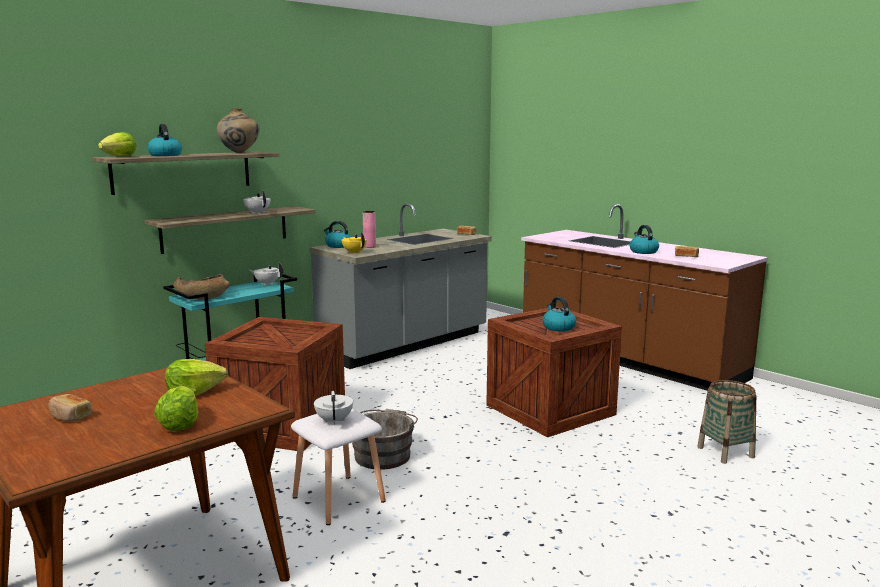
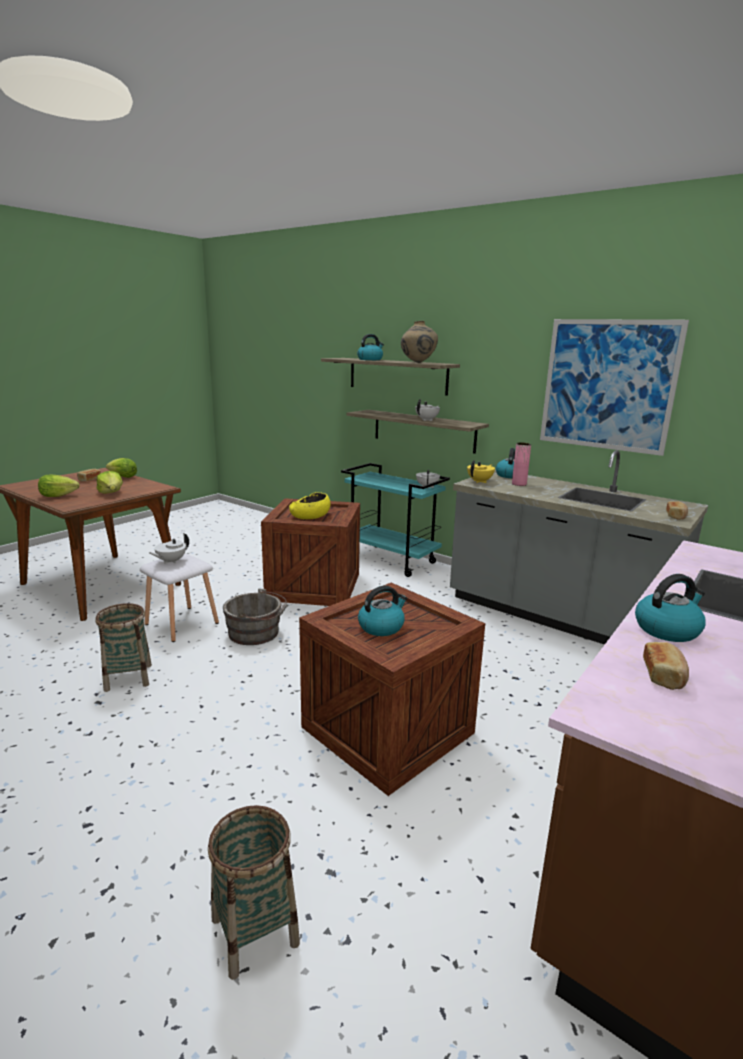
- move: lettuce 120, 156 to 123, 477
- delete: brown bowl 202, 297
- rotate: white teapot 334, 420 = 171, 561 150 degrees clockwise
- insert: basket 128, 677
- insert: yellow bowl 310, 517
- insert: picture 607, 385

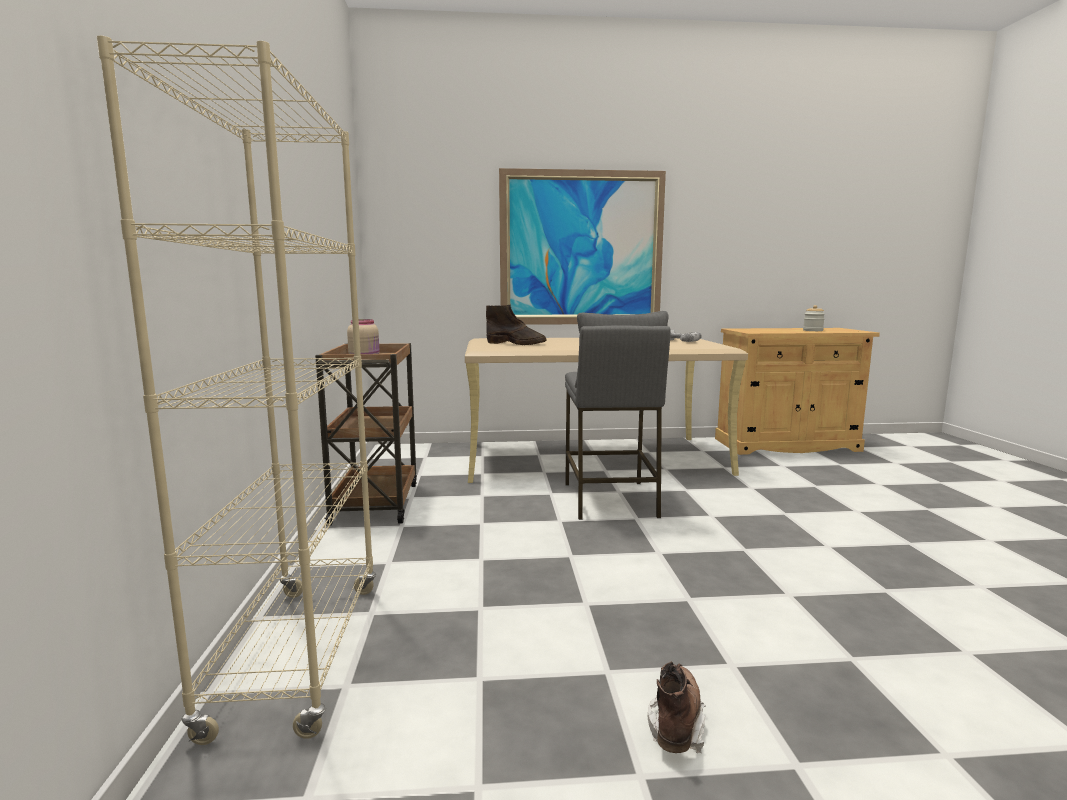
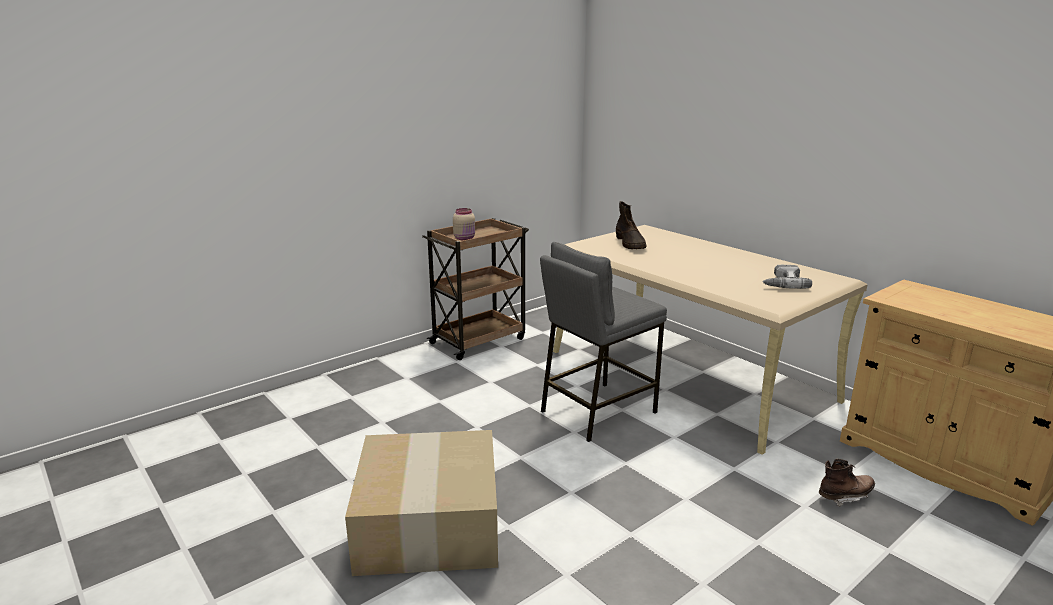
- delete: beige bookcase 299, 653
- delete: picture 581, 248
- move: brown boot 676, 724 to 845, 496
- delete: jar 813, 330
- insert: cardboard box 427, 522

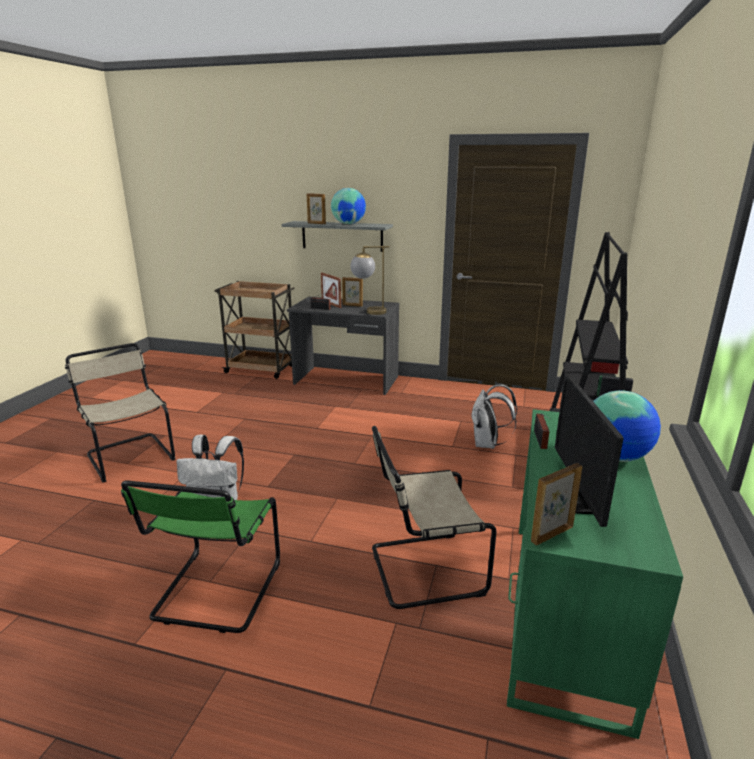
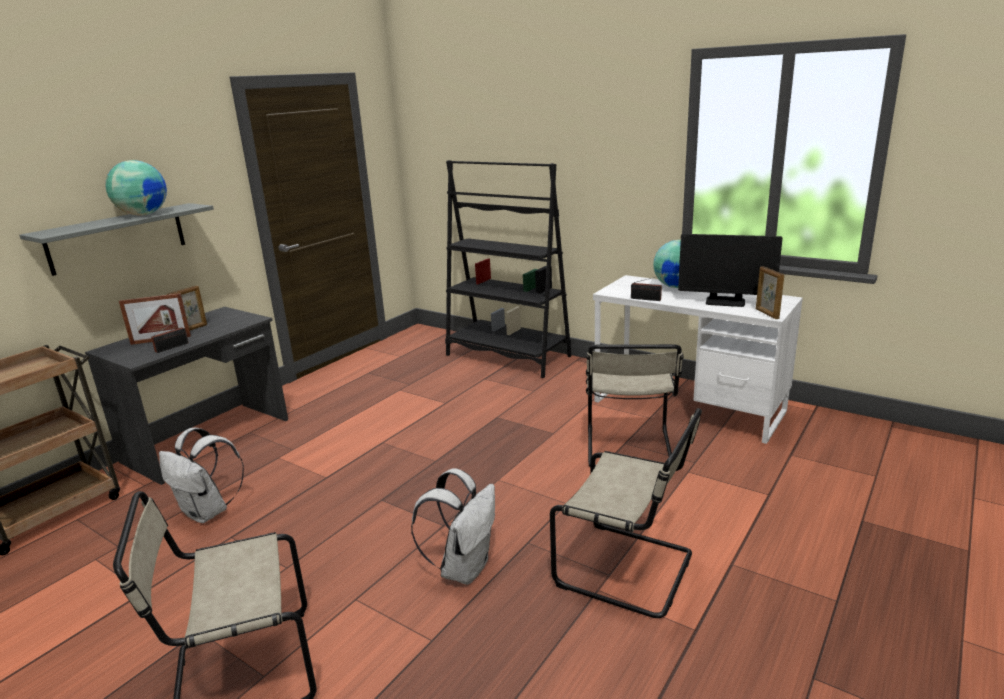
- recolor: green chair 216, 593 to beige chair 629, 570
- delete: picture frame 316, 223
- delete: table lamp 368, 312
- move: white backpack 488, 444 to 208, 512
- recolor: green desk 565, 612 to white desk 688, 406

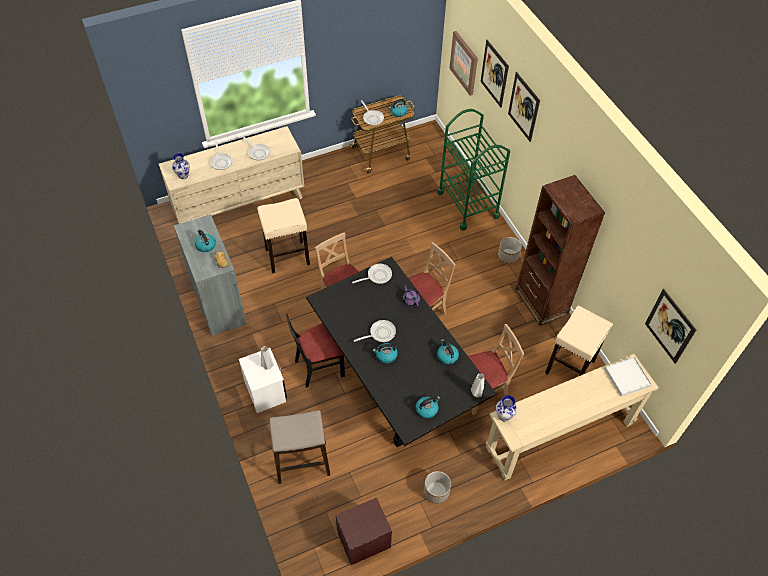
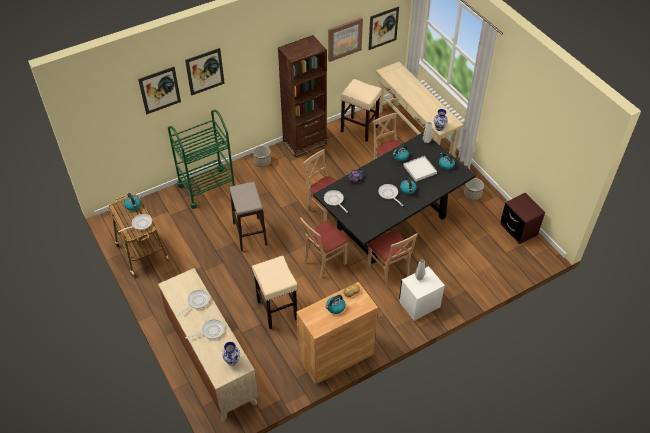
- recolor: grey cabinet 218, 302 to brown cabinet 336, 356
- move: stool 302, 462 to 249, 234
- recolor: black chair 319, 367 to beige chair 389, 271
- move: picture 464, 63 to 344, 39
- move: white tray 626, 377 to 419, 170

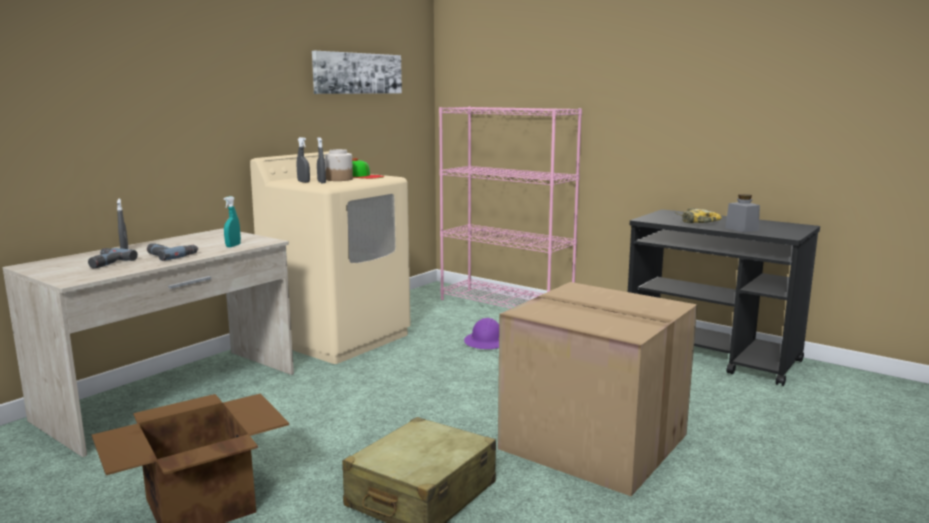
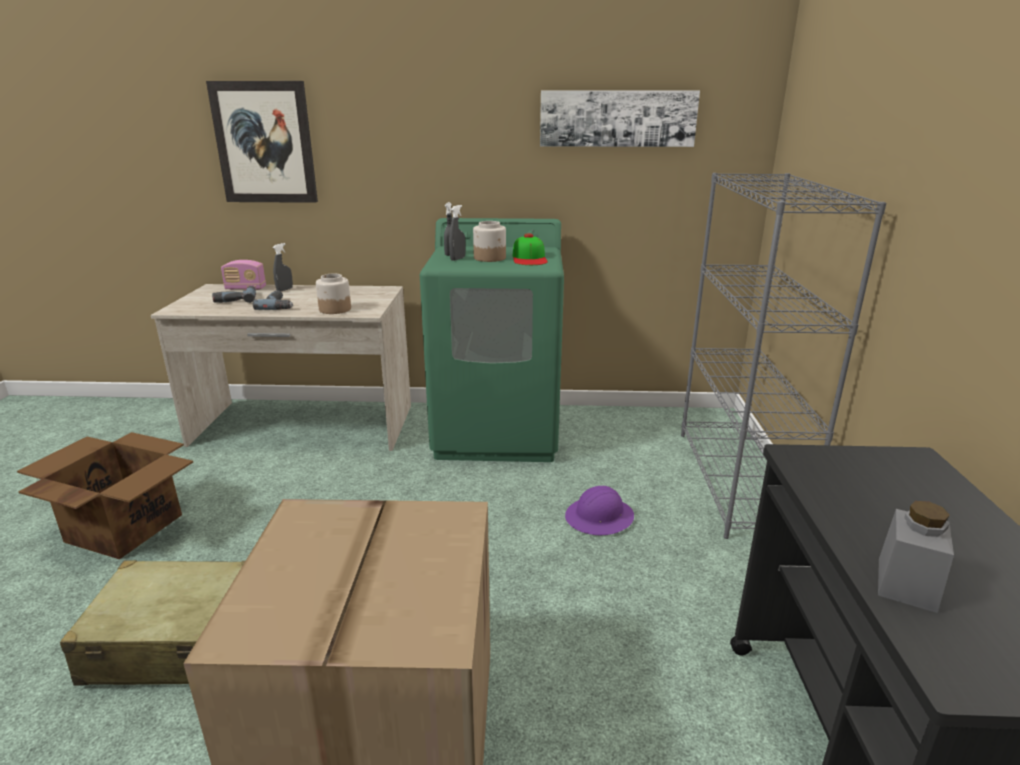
- replace: turquoise spray bottle 233, 246 to jar 334, 309
- recolor: beige washing machine 338, 337 to green washing machine 498, 431
- recolor: pink bookcase 506, 305 to grey bookcase 737, 481
- delete: power drill 694, 221
- insert: picture 264, 143
- insert: radio 245, 288

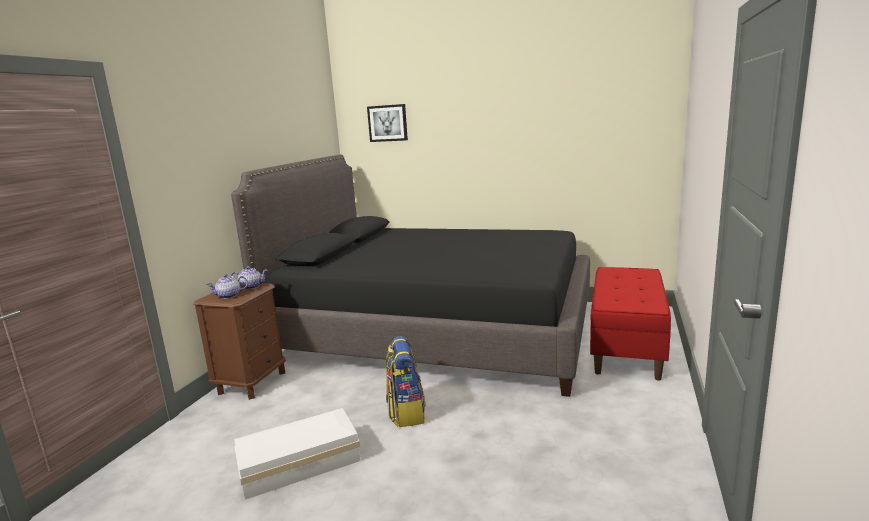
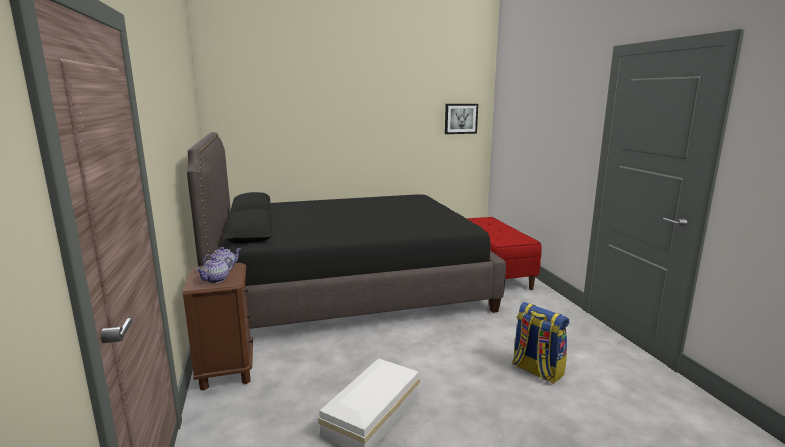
- move: picture 387, 123 to 460, 118
- move: backpack 406, 412 to 536, 370

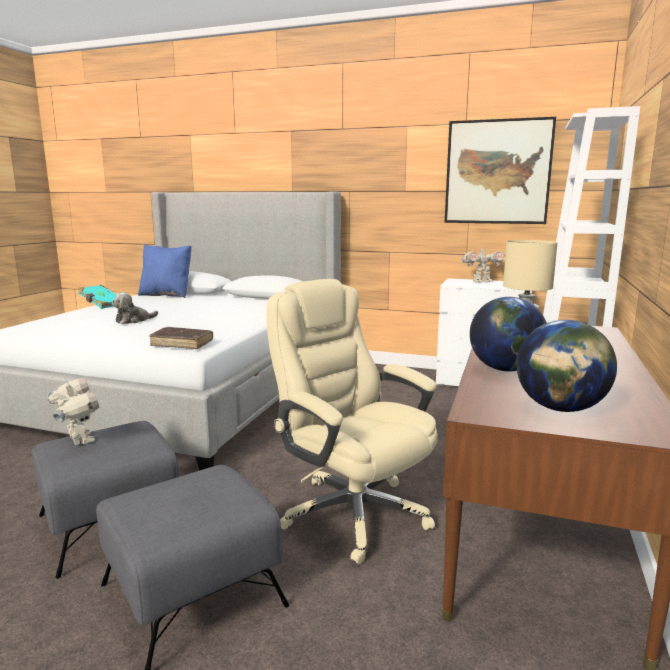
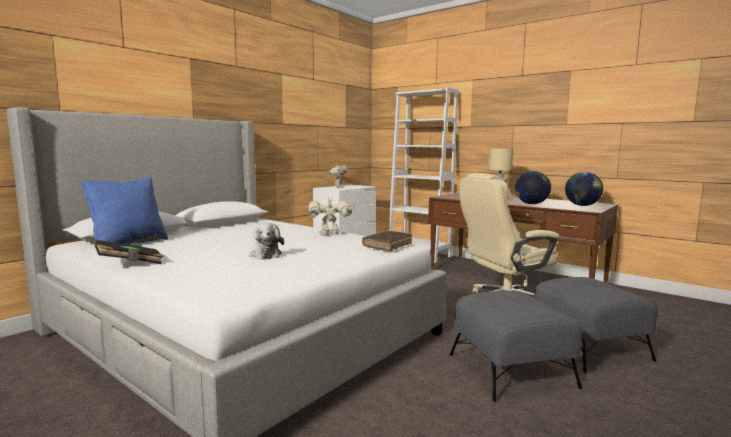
- move: toy robot 78, 440 to 329, 234
- recolor: turquoise book 101, 305 to black book 130, 264
- delete: picture 497, 172

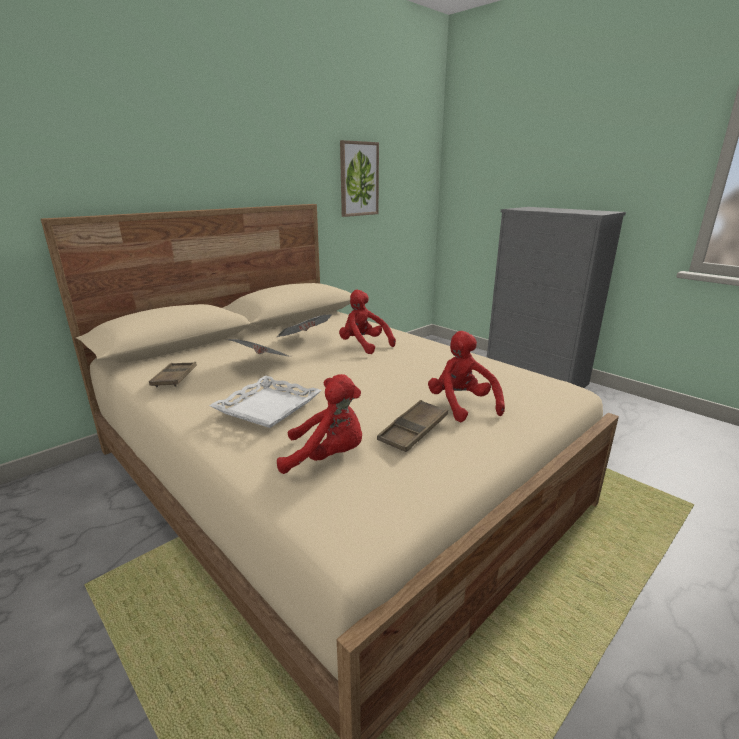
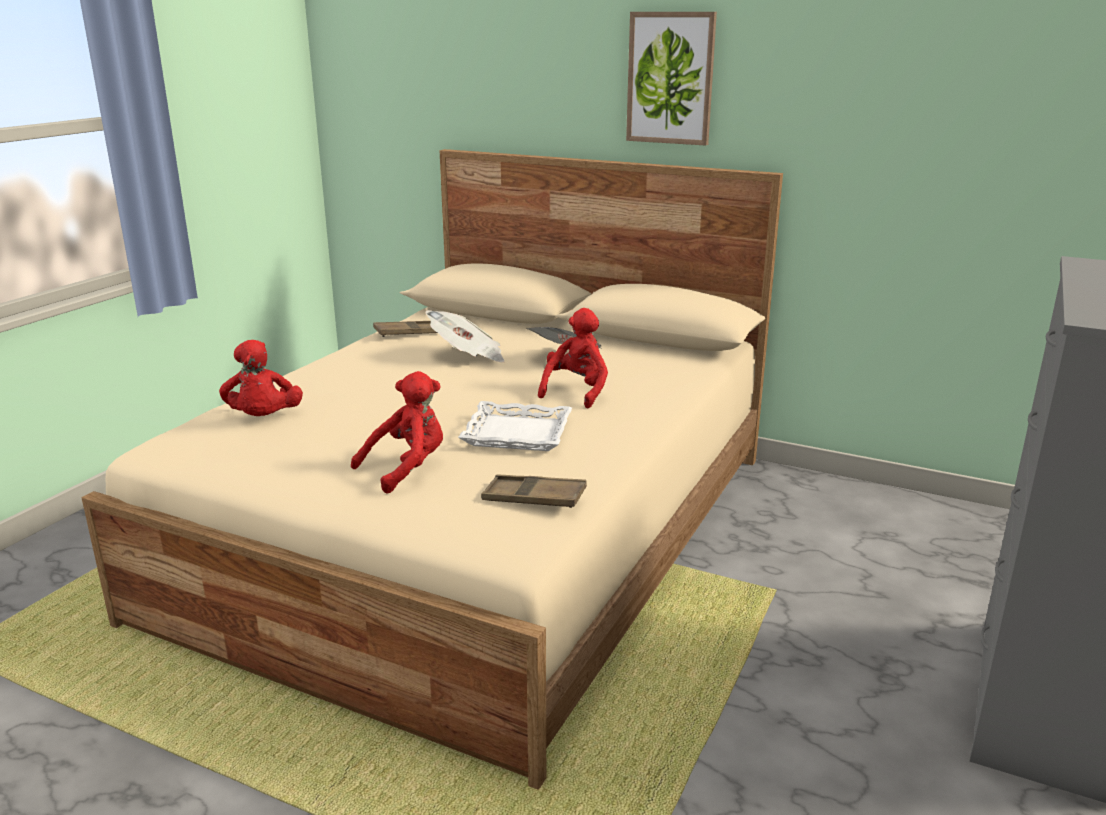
- move: white tray 267, 407 to 517, 433
- move: picture 358, 179 to 670, 78
- move: brown tray 413, 430 to 534, 498

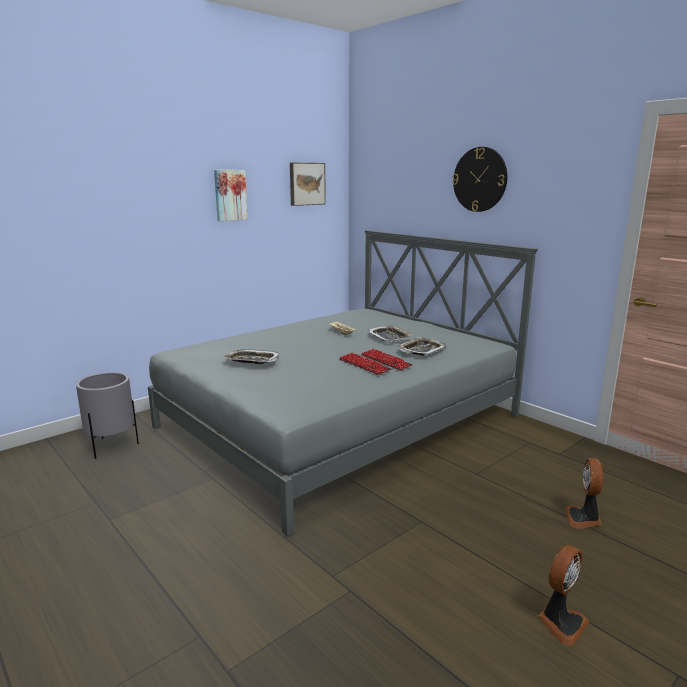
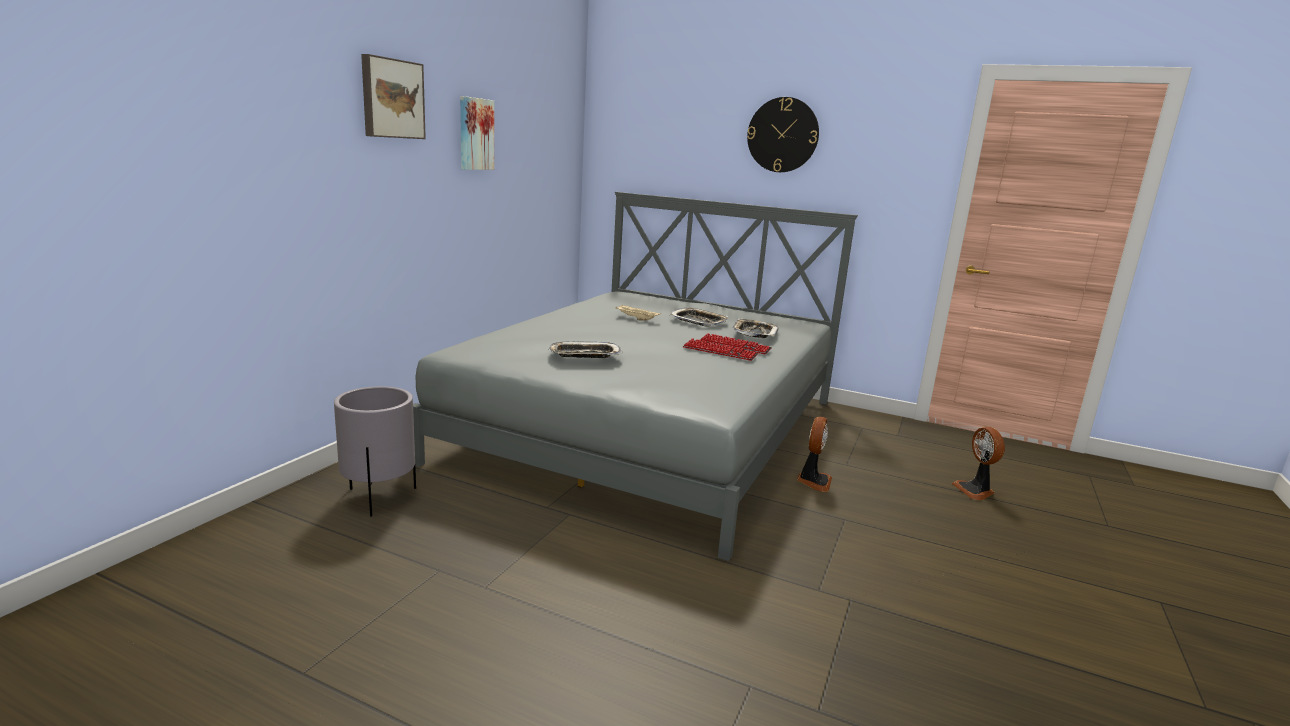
- move: picture 306, 184 to 391, 98
- move: fan 561, 622 to 813, 481

